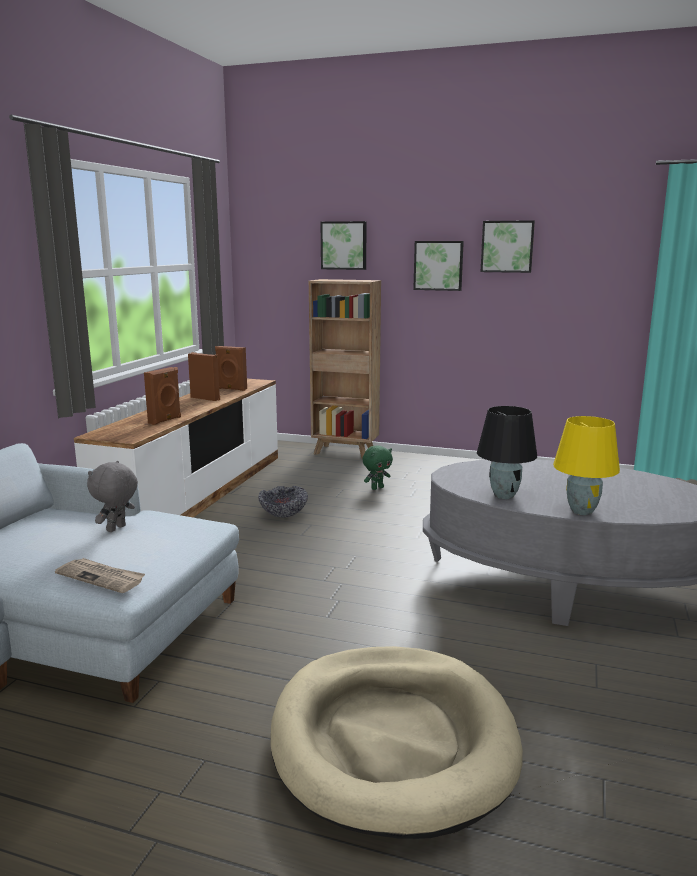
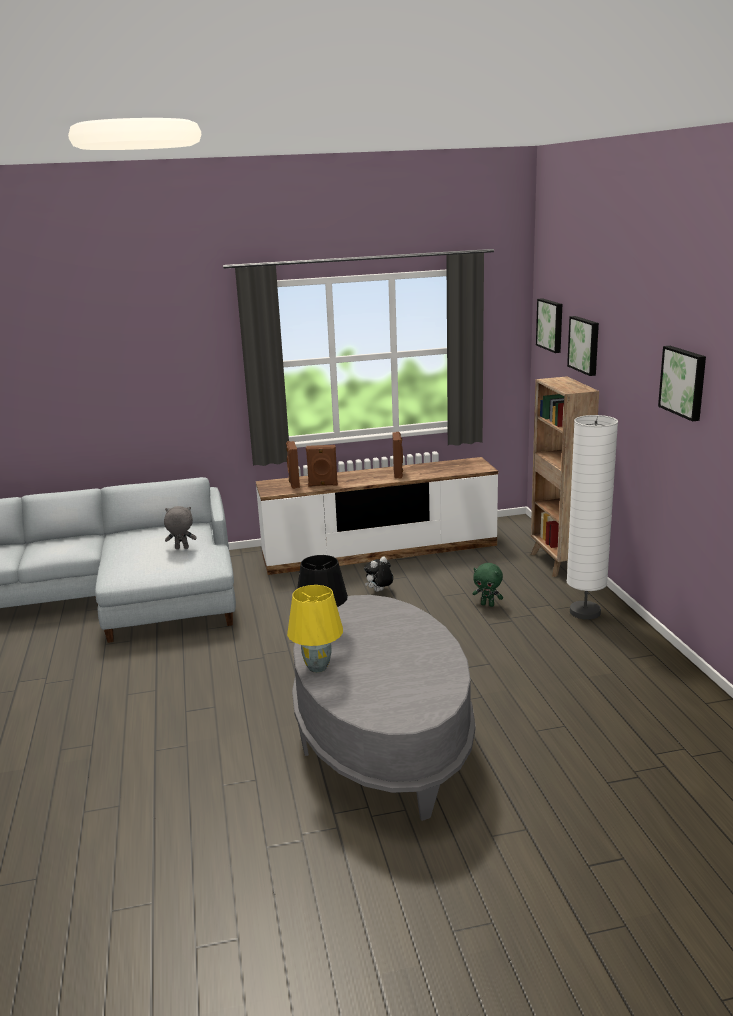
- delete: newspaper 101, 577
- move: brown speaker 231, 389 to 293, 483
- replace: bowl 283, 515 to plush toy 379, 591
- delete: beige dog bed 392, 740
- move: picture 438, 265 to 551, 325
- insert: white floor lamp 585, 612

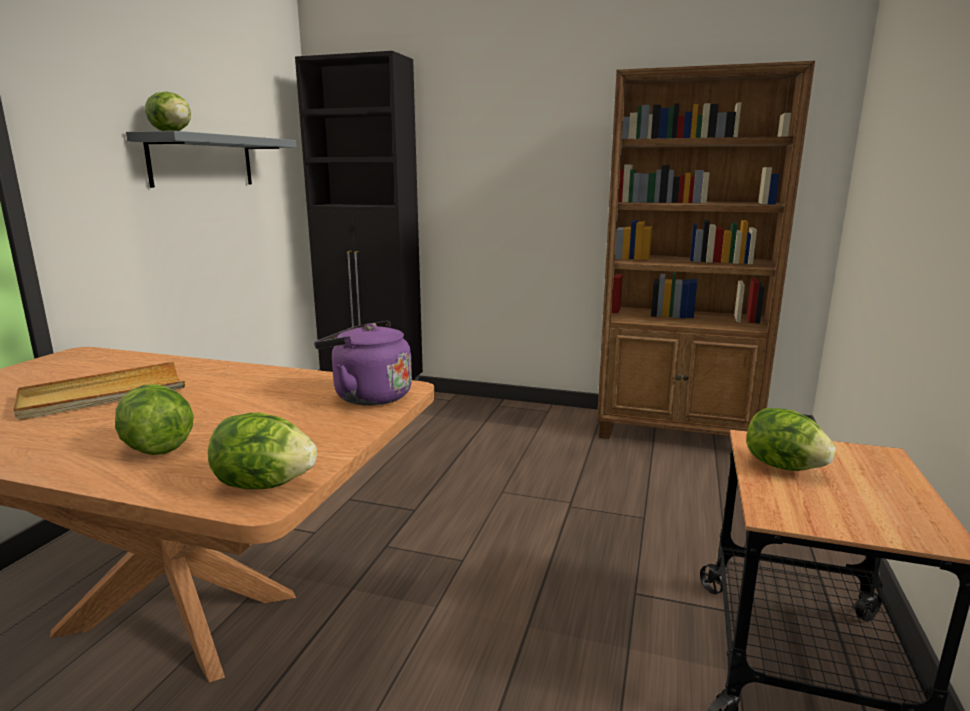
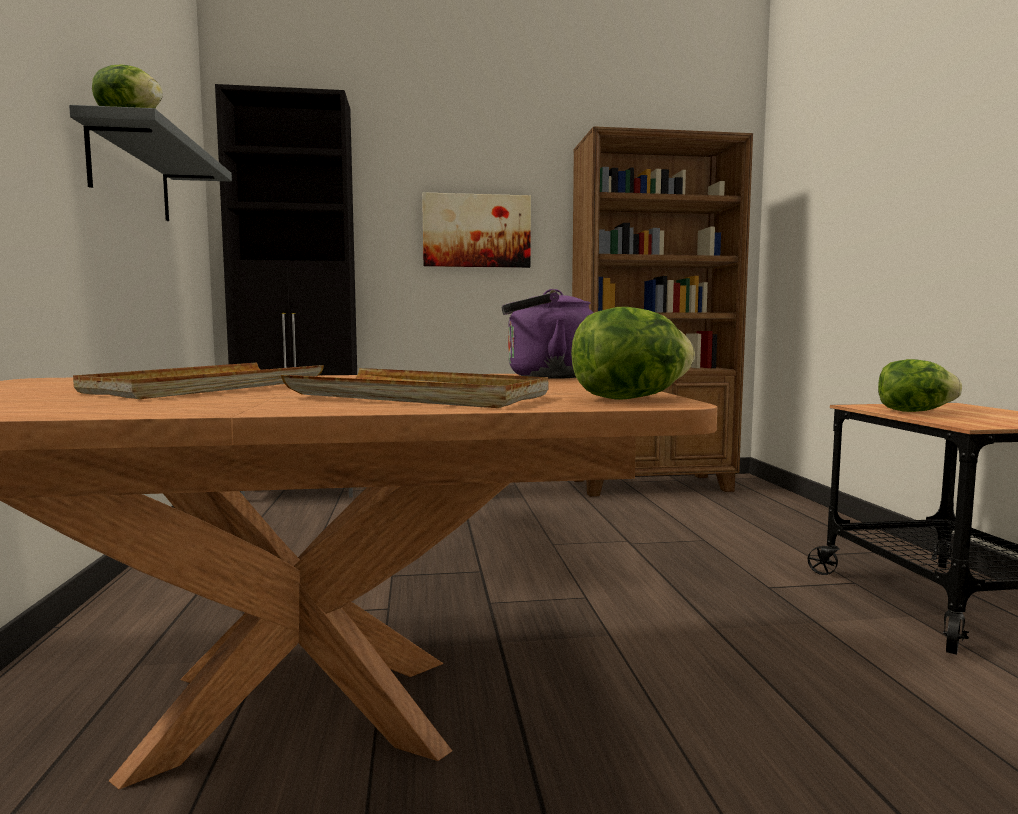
- replace: lettuce 157, 448 to beige tray 420, 397
- insert: picture 476, 231

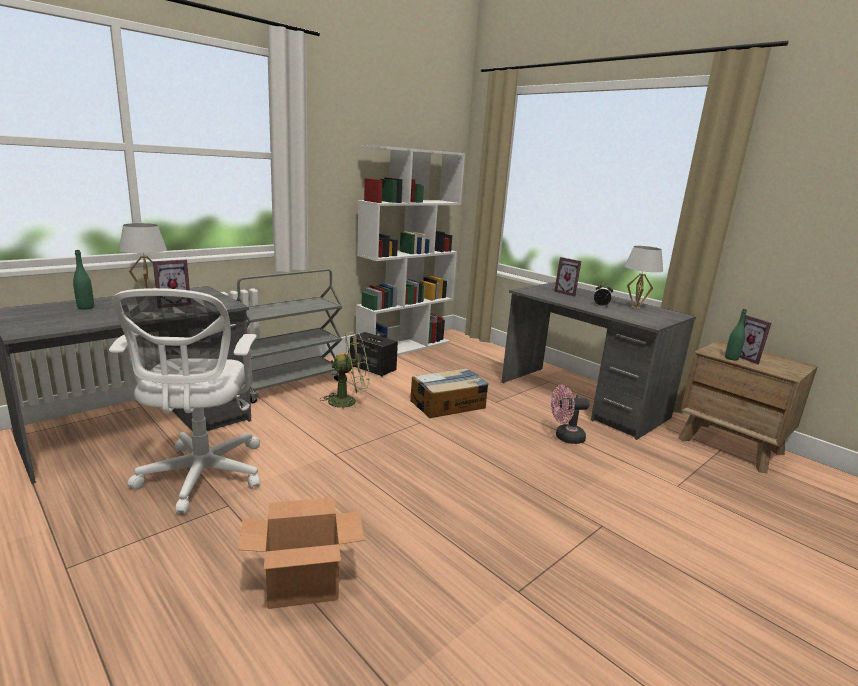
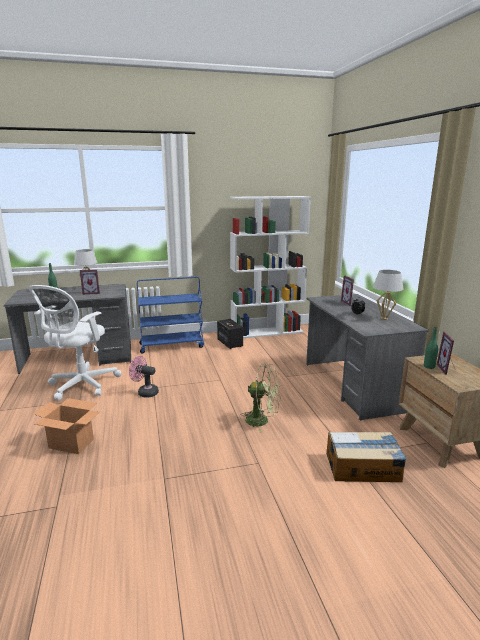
- recolor: grey cart 289, 383 to blue cart 172, 345
- move: green fan 348, 401 to 262, 420
- move: cardboard box 448, 404 to 363, 467
- move: pink fan 565, 437 to 145, 392

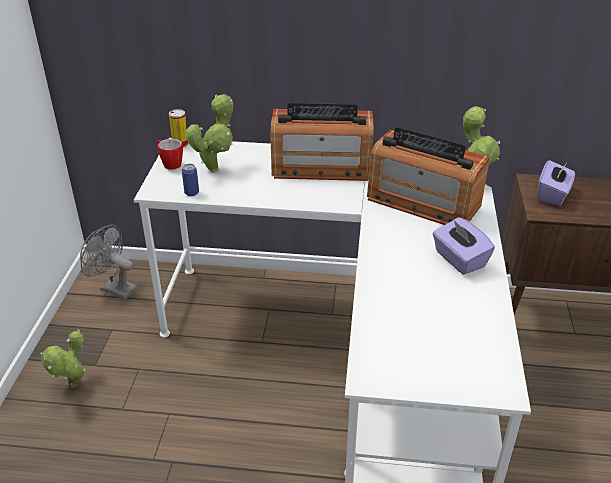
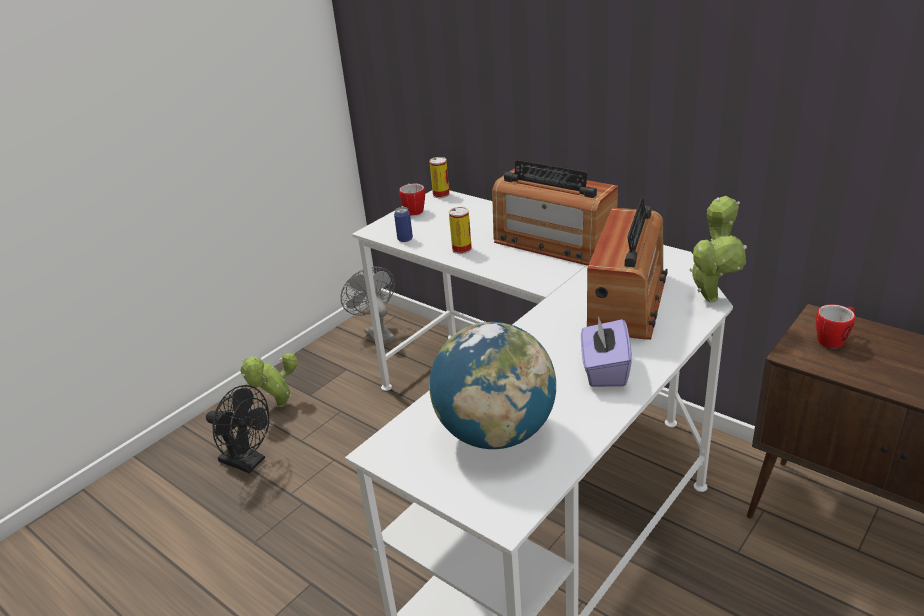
- delete: potted plant 216, 168
- rotate: radio 423, 202 = 627, 302 135 degrees counterclockwise
- replace: purple tissue box 553, 195 to mug 834, 339
- insert: black fan 248, 462
- insert: globe 496, 433
- insert: can 462, 249

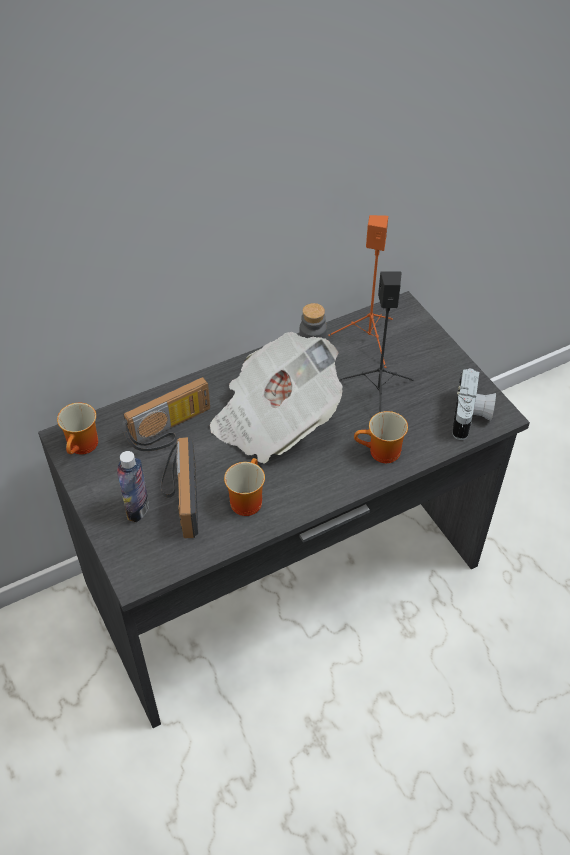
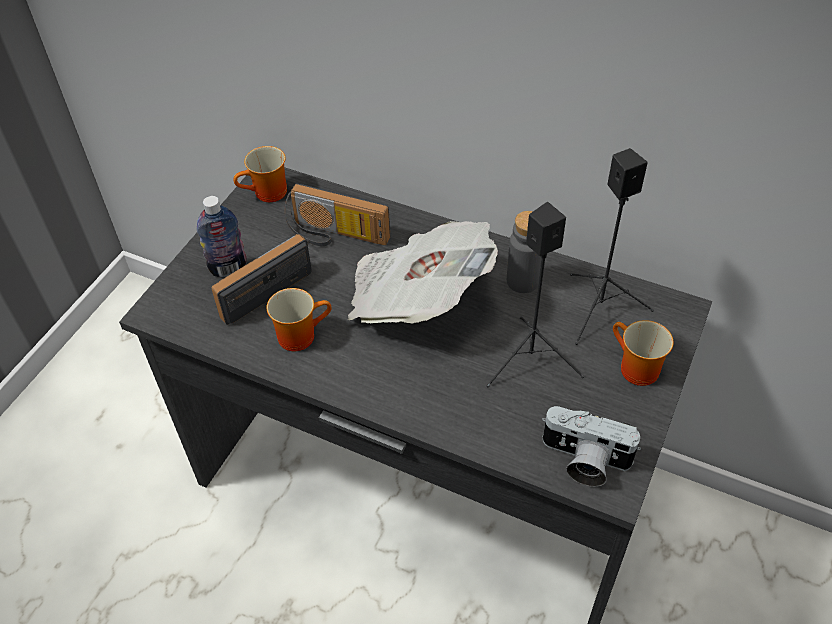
- recolor: orange speaker 369, 339 to black speaker 601, 308
- move: mug 381, 453 to 633, 369
- rotate: photo camera 471, 417 = 583, 460 45 degrees clockwise

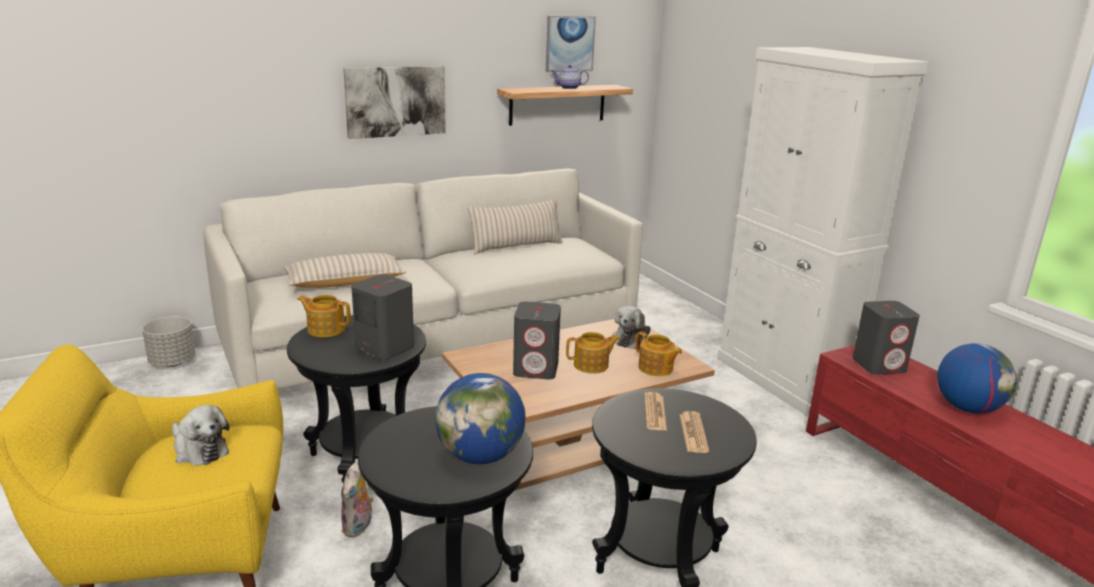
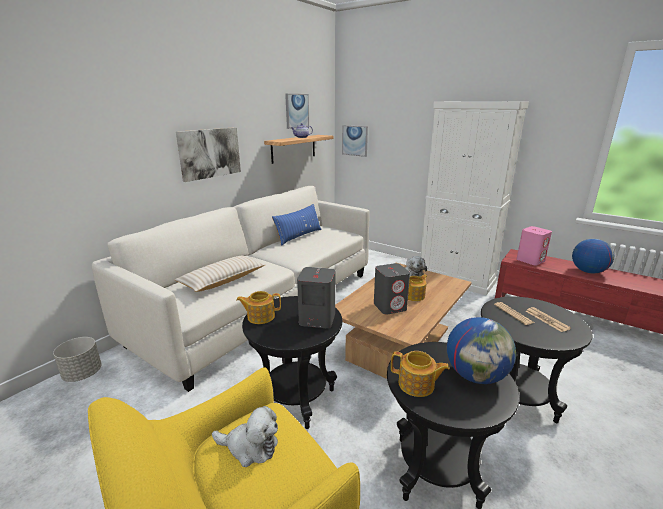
- delete: plush toy 358, 527
- recolor: beige pillow 516, 246 to blue pillow 299, 236
- move: teapot 656, 368 to 417, 385
- recolor: grey speaker 879, 365 to pink speaker 530, 260
- insert: picture 355, 140

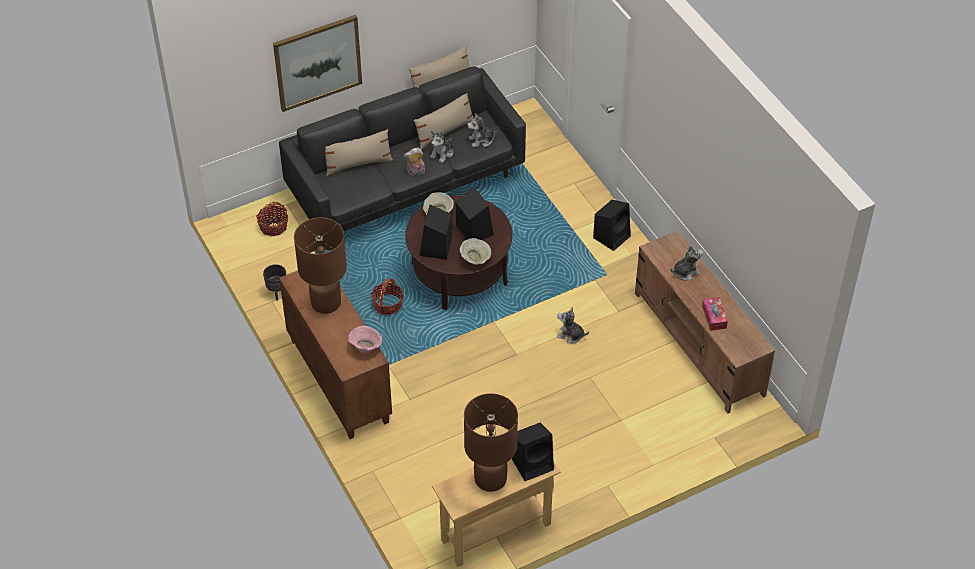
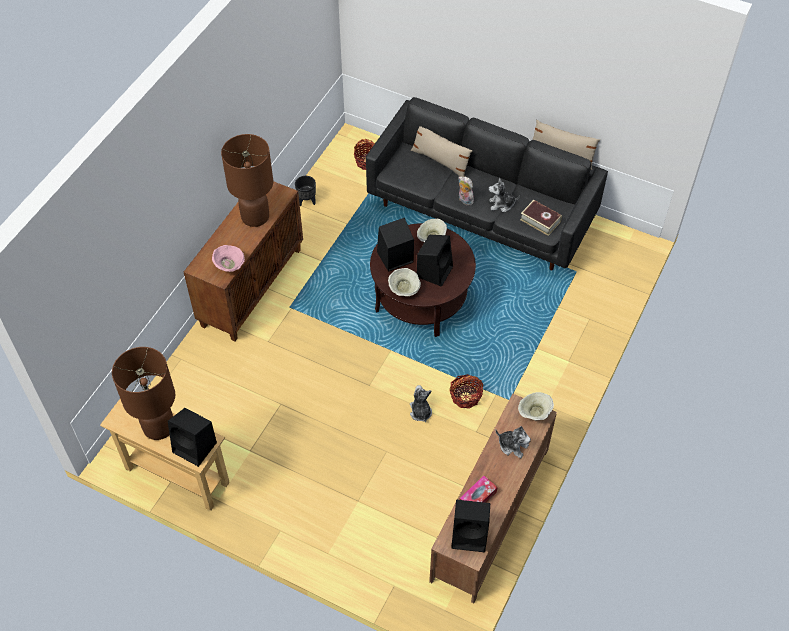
- delete: picture 317, 62
- move: basket 387, 304 to 465, 396
- delete: beige pillow 444, 132
- replace: plush toy 481, 140 to book 540, 221
- move: black speaker 612, 236 to 470, 535
- insert: beige bowl 534, 413

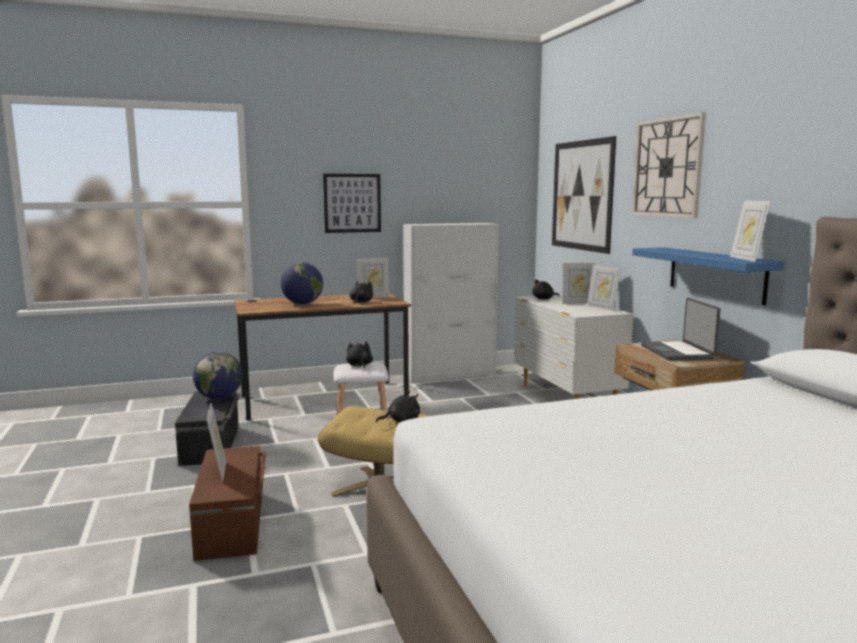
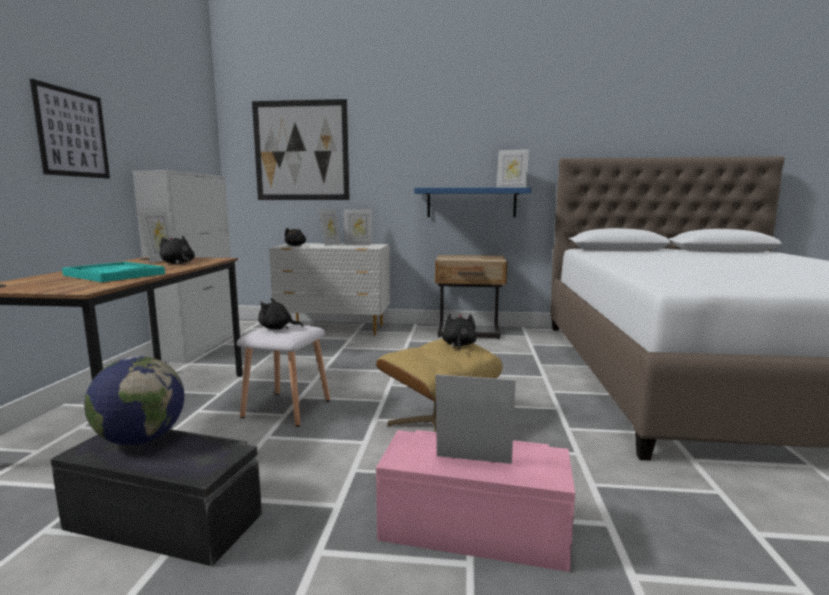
- recolor: brown storage box 233, 523 to pink storage box 473, 526
- replace: globe 302, 304 to turquoise tray 114, 274
- delete: wall clock 667, 167
- delete: laptop 678, 352

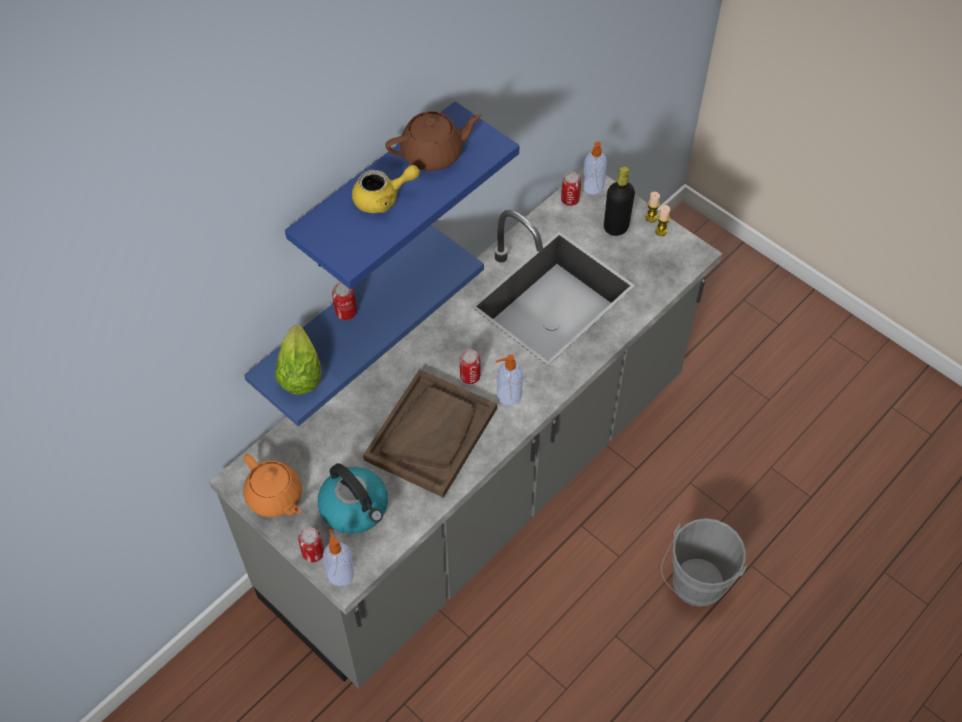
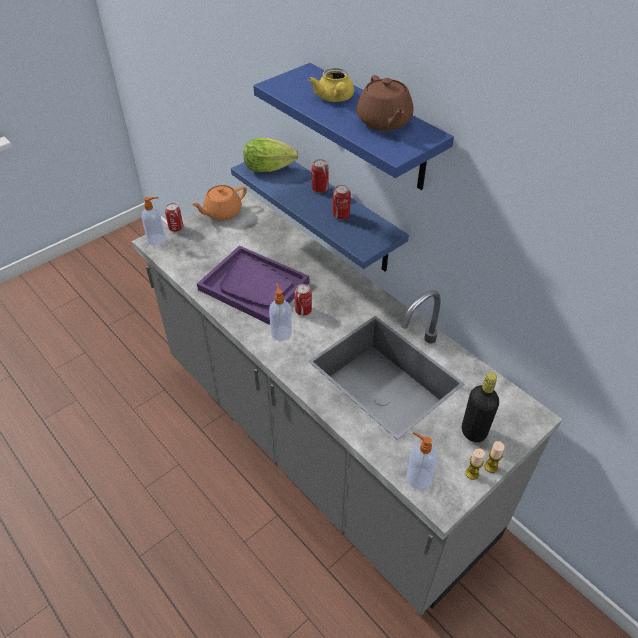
- delete: kettle 355, 508
- recolor: brown tray 431, 434 to purple tray 254, 286
- move: can 570, 200 to 341, 215
- move: soap dispenser 592, 187 to 417, 478
- delete: grey bucket 694, 587

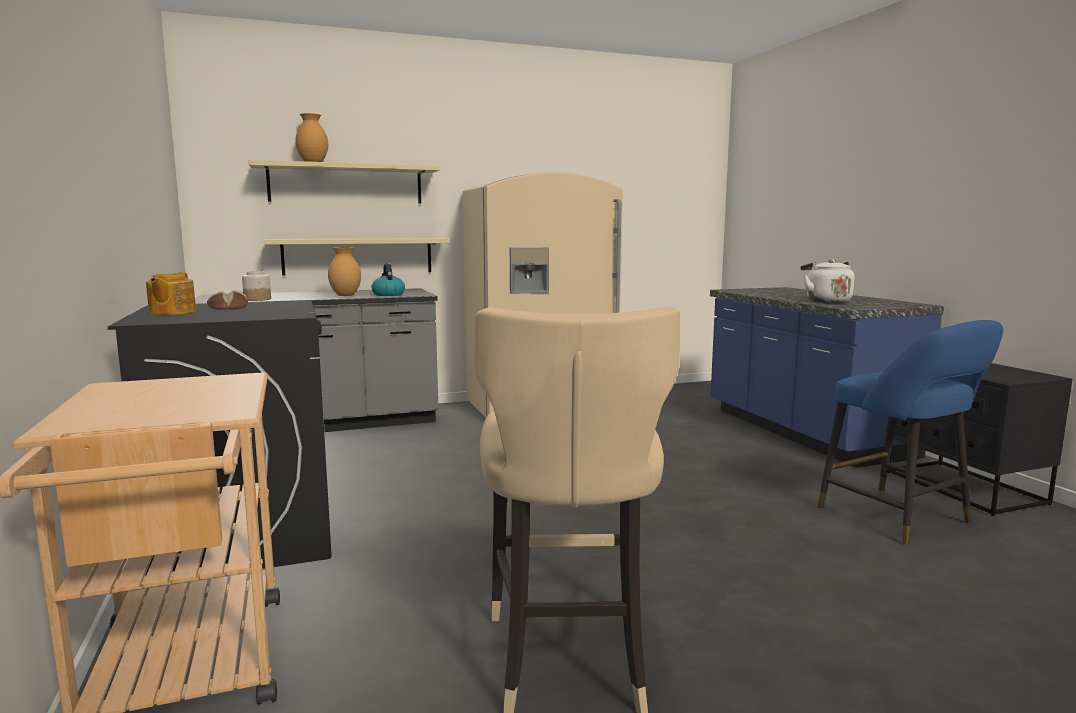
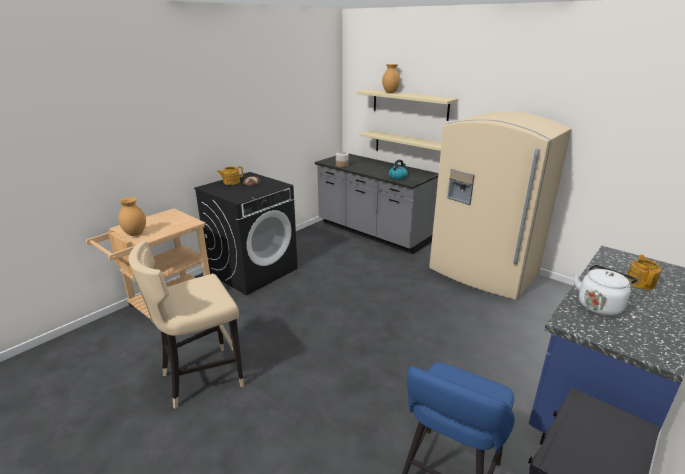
- move: brown vase 345, 295 to 135, 234
- insert: teapot 640, 282

